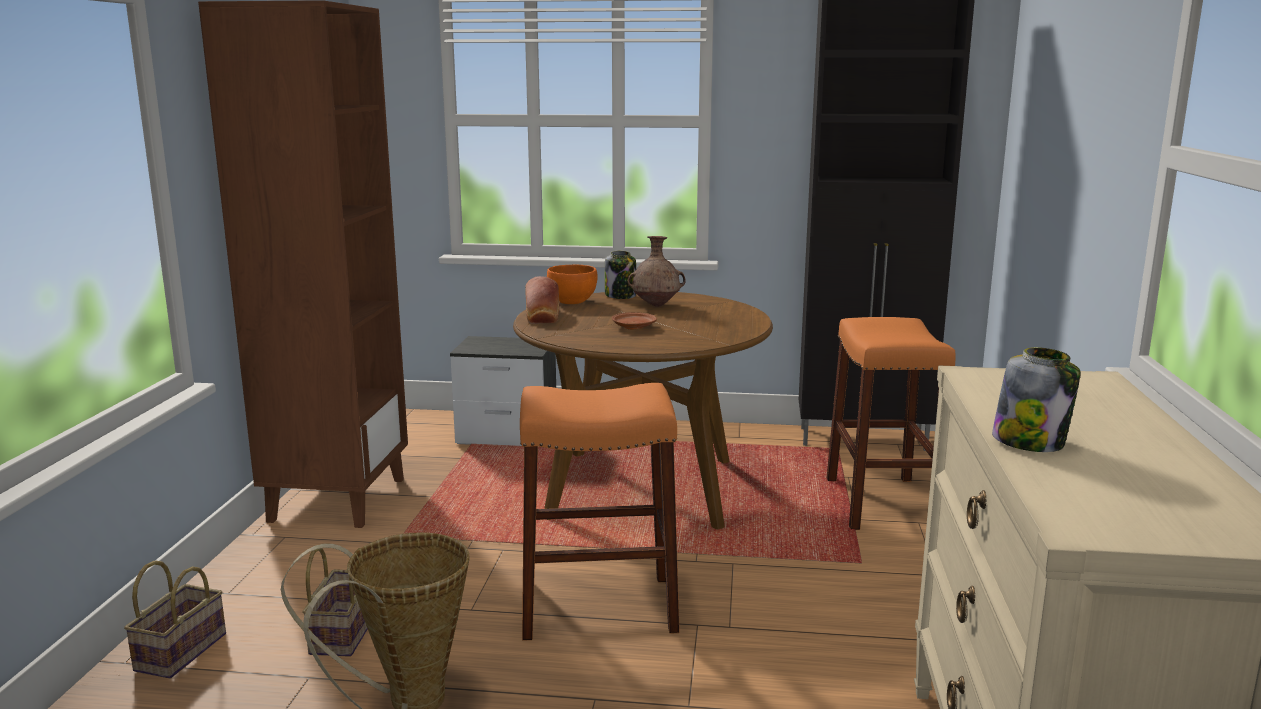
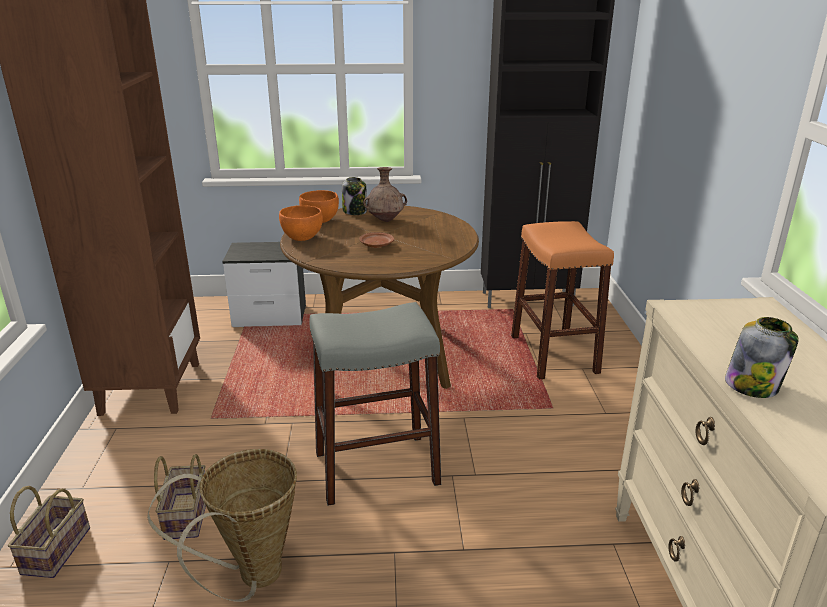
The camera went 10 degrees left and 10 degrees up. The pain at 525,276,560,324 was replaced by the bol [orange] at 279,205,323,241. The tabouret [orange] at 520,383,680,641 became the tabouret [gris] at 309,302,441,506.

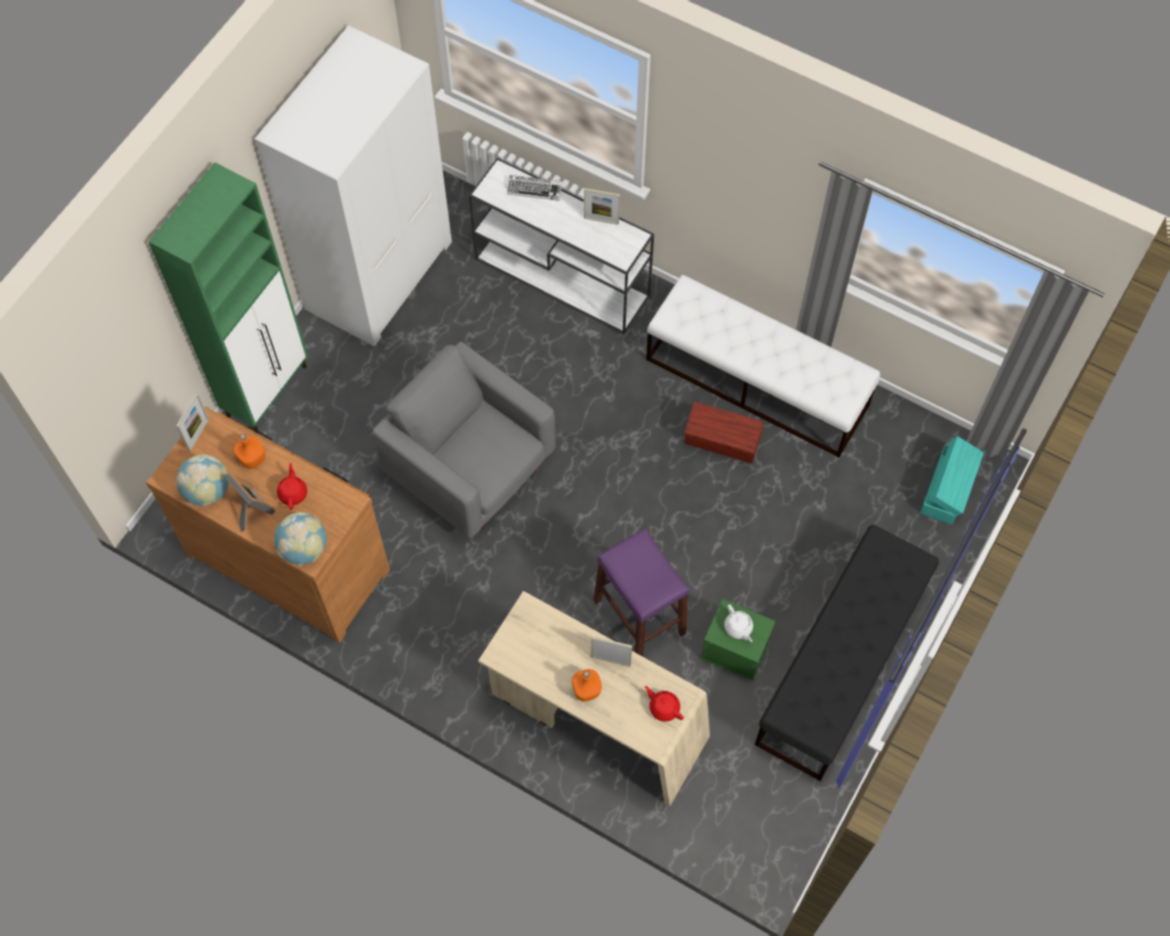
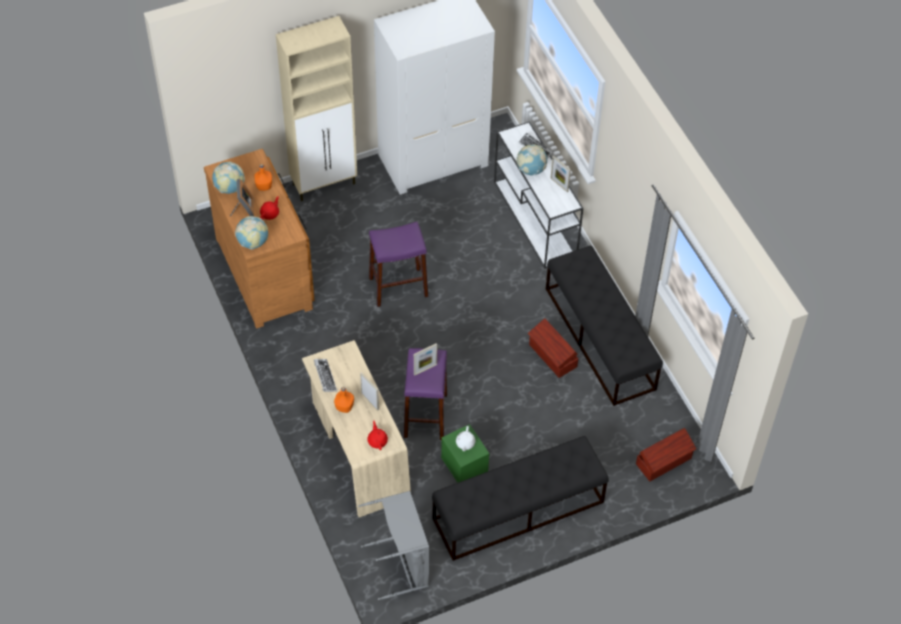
The camera went 35 degrees right and 10 degrees down. The meuble de rangement [vert] at 148,162,308,433 became the meuble de rangement [beige] at 276,16,357,201. The banc [blanc] at 646,275,880,458 became the banc [noir] at 546,245,663,406. The fauteuil [gris] at 373,342,556,538 was replaced by the tabouret [violet] at 369,222,428,307. The cadre photo moved from 176,393,209,451 to 414,343,437,376. The boîte de rangement [turquoise] at 920,436,984,525 became the boîte de rangement [marron] at 636,428,696,481. The globe at 516,144,547,175 appeared. The clavier at 314,359,337,392 appeared. The panier à linge [gris] at 358,491,429,600 appeared.

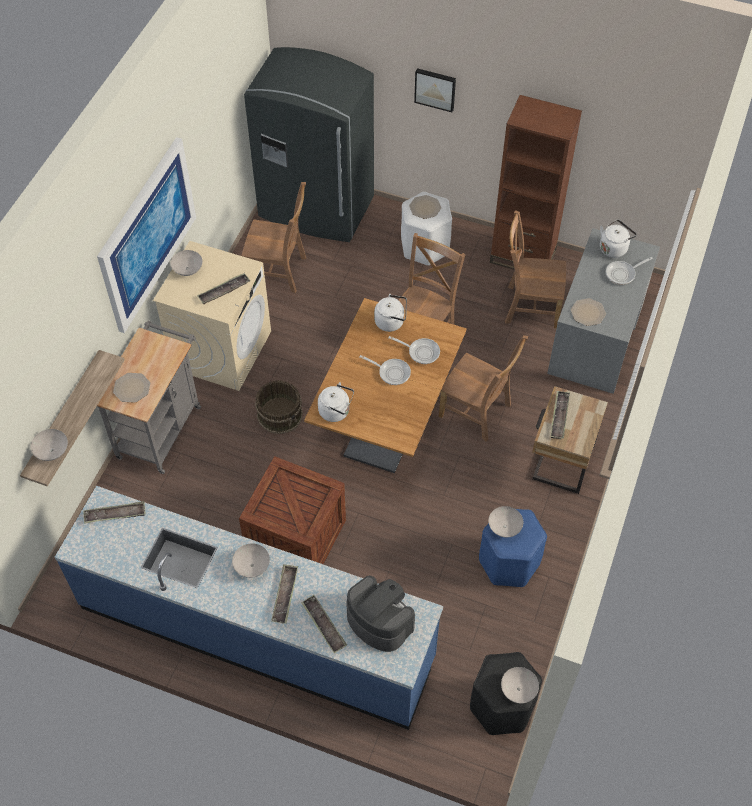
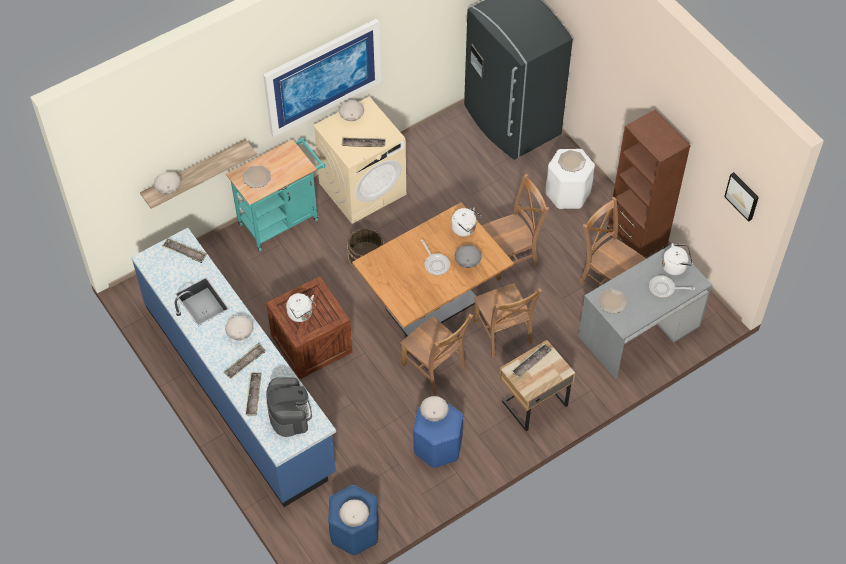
The camera went 35 degrees right and 0 degrees up. The tableau moved from 414,68,456,112 to 724,172,759,221. The chaise [marron] moved from 241,182,306,293 to 400,314,473,395. The chariot [gris] at 97,321,201,474 became the chariot [turquoise] at 226,138,325,251. The poêle at 388,336,440,364 was replaced by the bol [gris] at 455,245,482,268. The bouilloire [blanc] moved from 318,382,354,422 to 286,293,316,322. The tabouret [noir] at 470,652,542,735 became the tabouret [bleu] at 328,485,379,556.

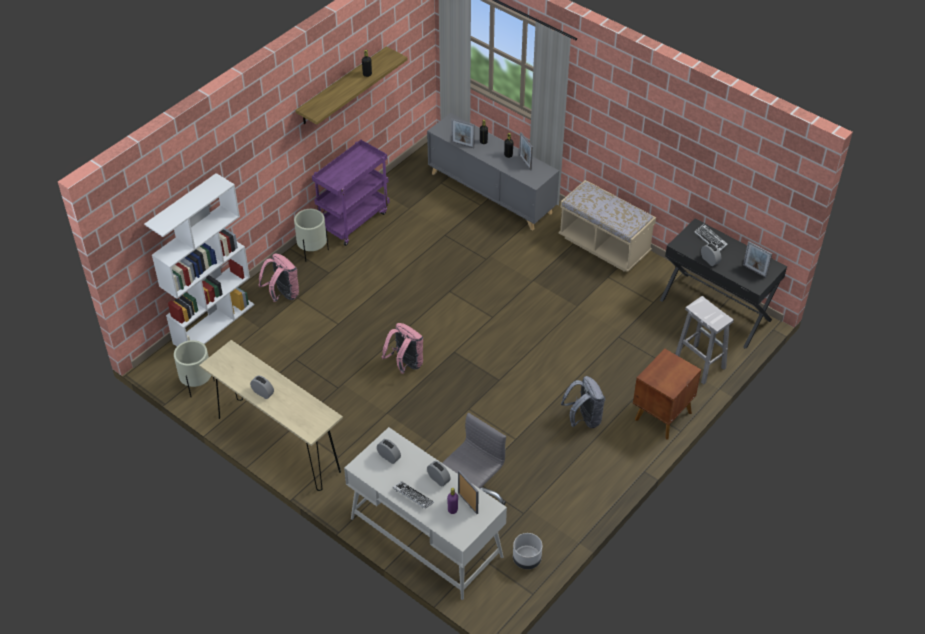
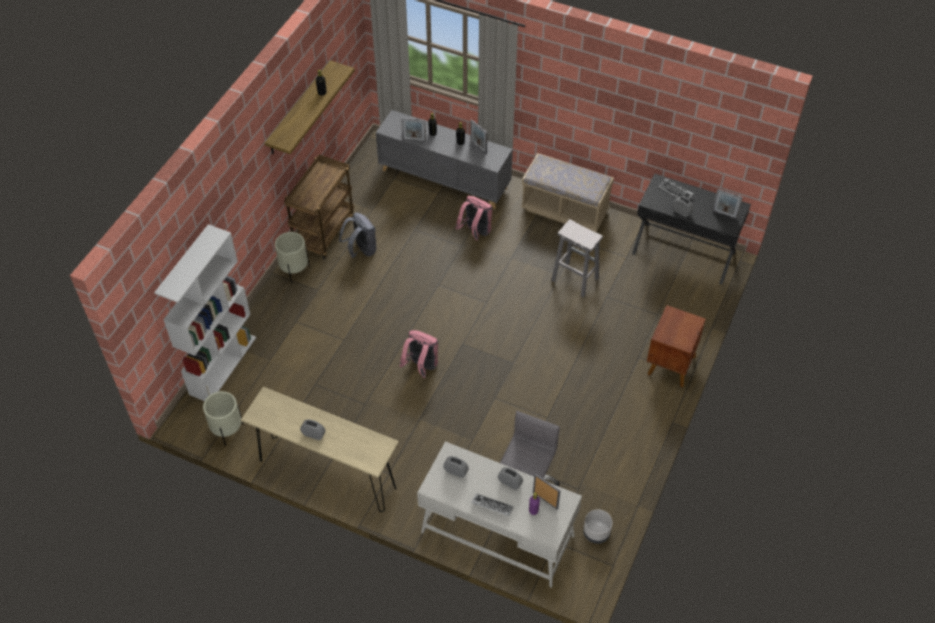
The camera went 15 degrees left and 5 degrees up. The chariot [violet] at 312,140,390,246 became the chariot [marron] at 284,154,354,260. The sac à dos [rose] moved from 258,253,299,302 to 455,196,492,240. The tabouret [blanc] moved from 675,296,734,385 to 551,219,603,298. The sac à dos [gris] moved from 561,376,605,428 to 339,212,377,258.

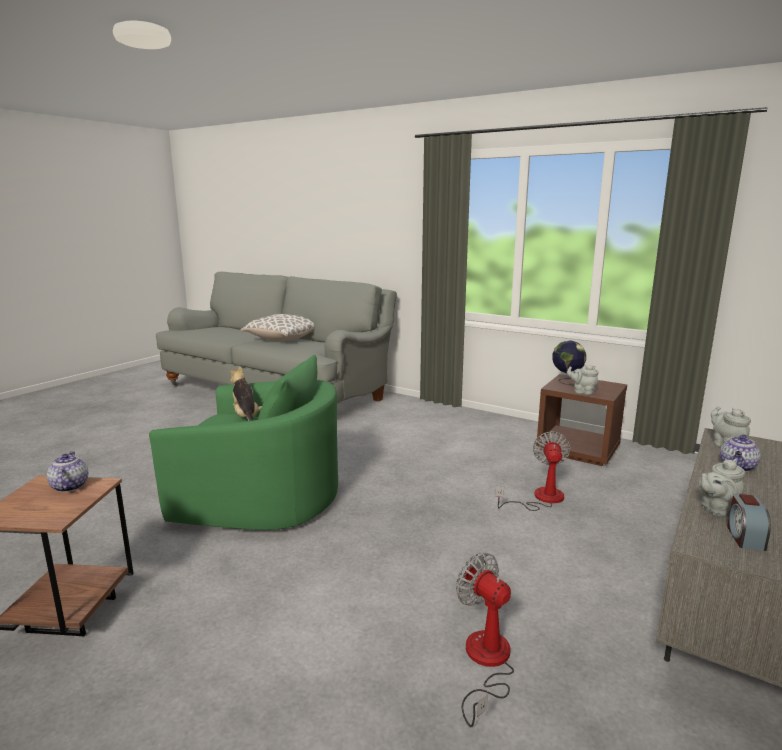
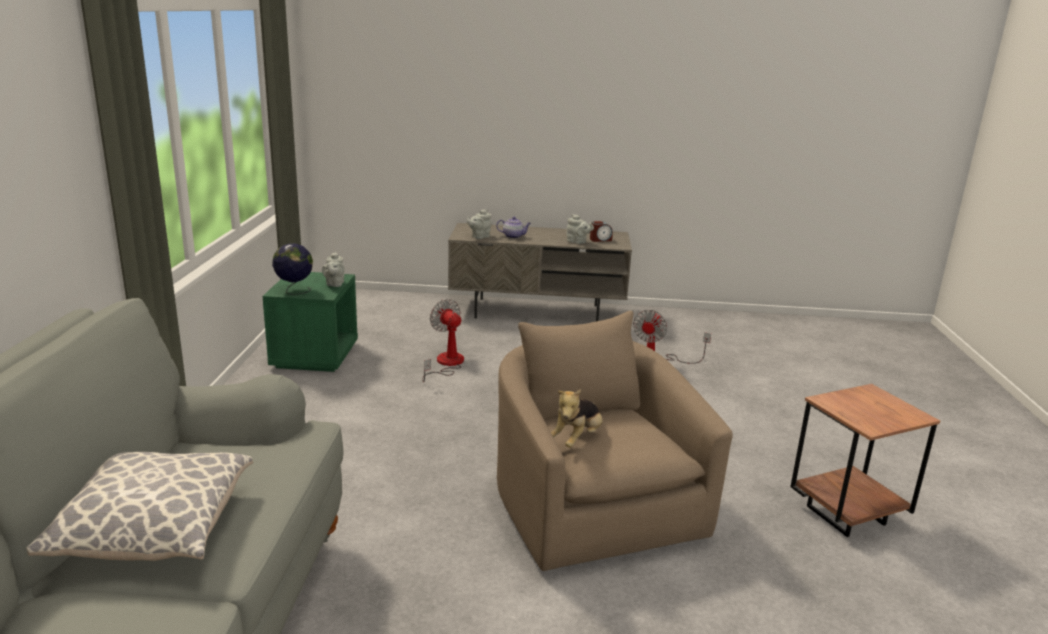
The camera went 120 degrees left and 5 degrees up. The fauteuil [vert] at 149,355,338,530 became the fauteuil [beige] at 497,311,733,571. The table de chevet [marron] at 536,374,627,466 became the table de chevet [vert] at 263,272,358,372. The ventilateur at 495,431,571,511 turned 75 degrees clockwise. The théière at 47,451,88,492 disappeared.

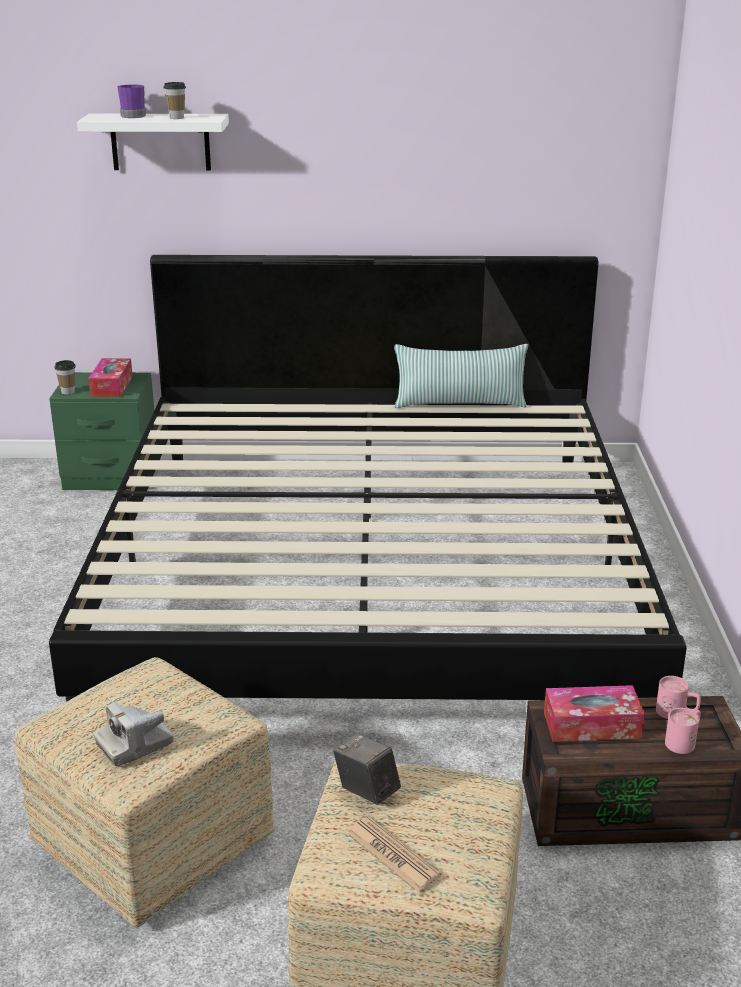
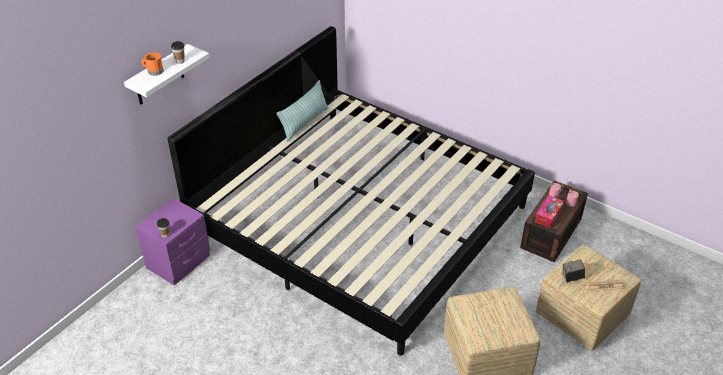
The camera went 55 degrees left and 15 degrees up. The mug [violet] at 117,84,146,118 became the mug [orange] at 141,52,163,76. The boîte à mouchoirs at 88,358,133,397 disappeared. The table de chevet [vert] at 49,372,154,490 became the table de chevet [violet] at 135,198,210,286. The appareil photo at 94,702,174,766 disappeared.

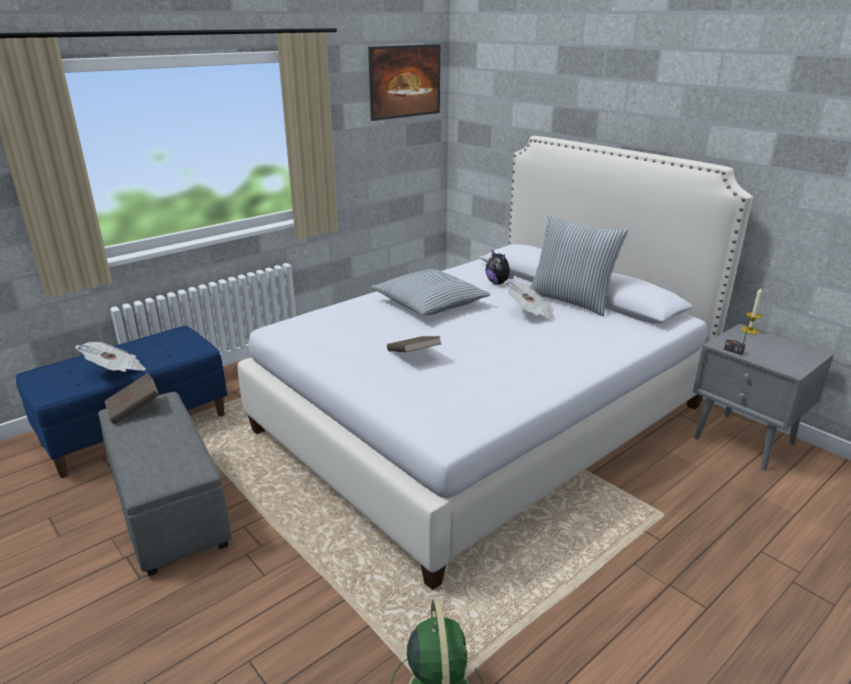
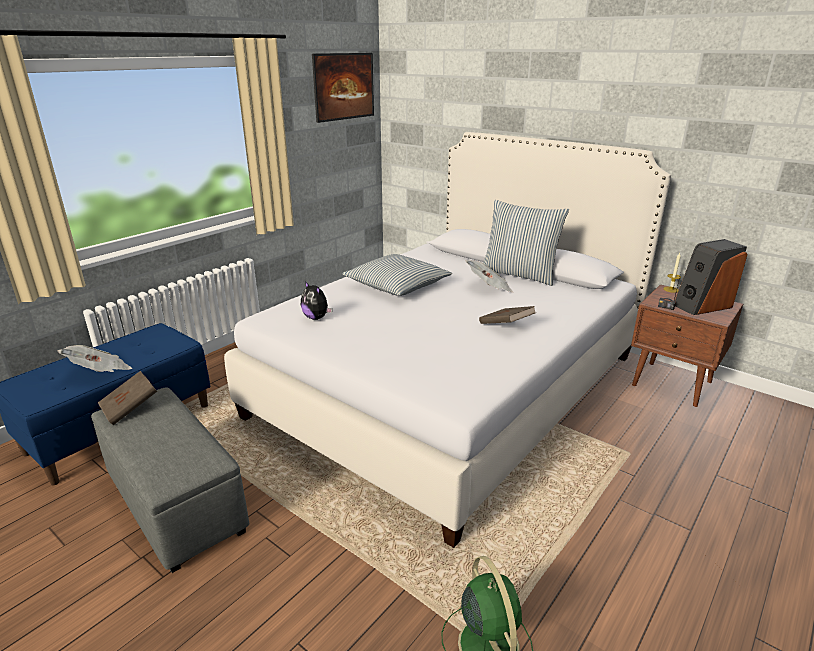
The camera went 10 degrees left and 0 degrees up. The peluche moved from 486,250,514,284 to 301,281,332,320. The table de chevet [gris] at 693,323,834,471 became the table de chevet [marron] at 631,284,743,407. The livre [marron] moved from 387,336,441,352 to 479,306,535,324. The enceinte at 675,239,748,315 appeared.

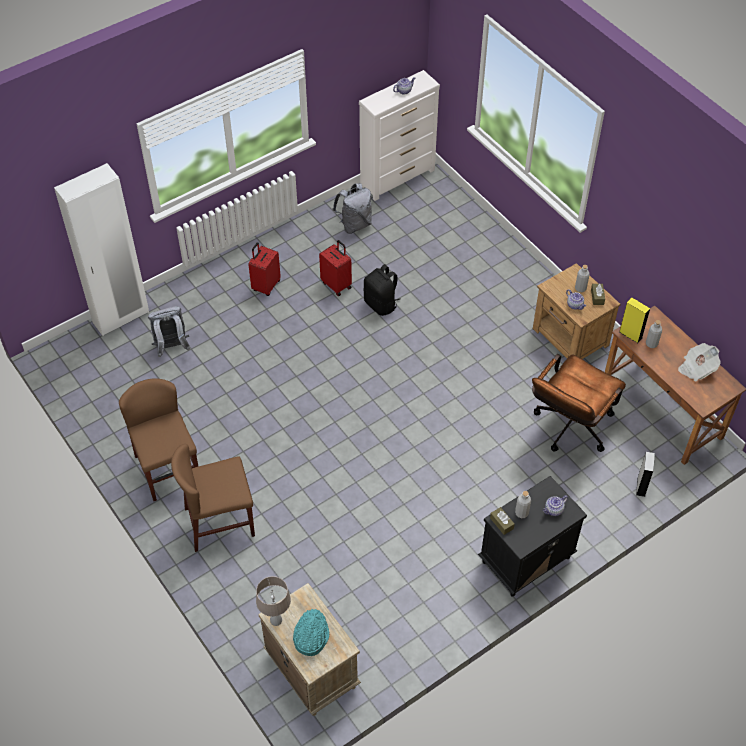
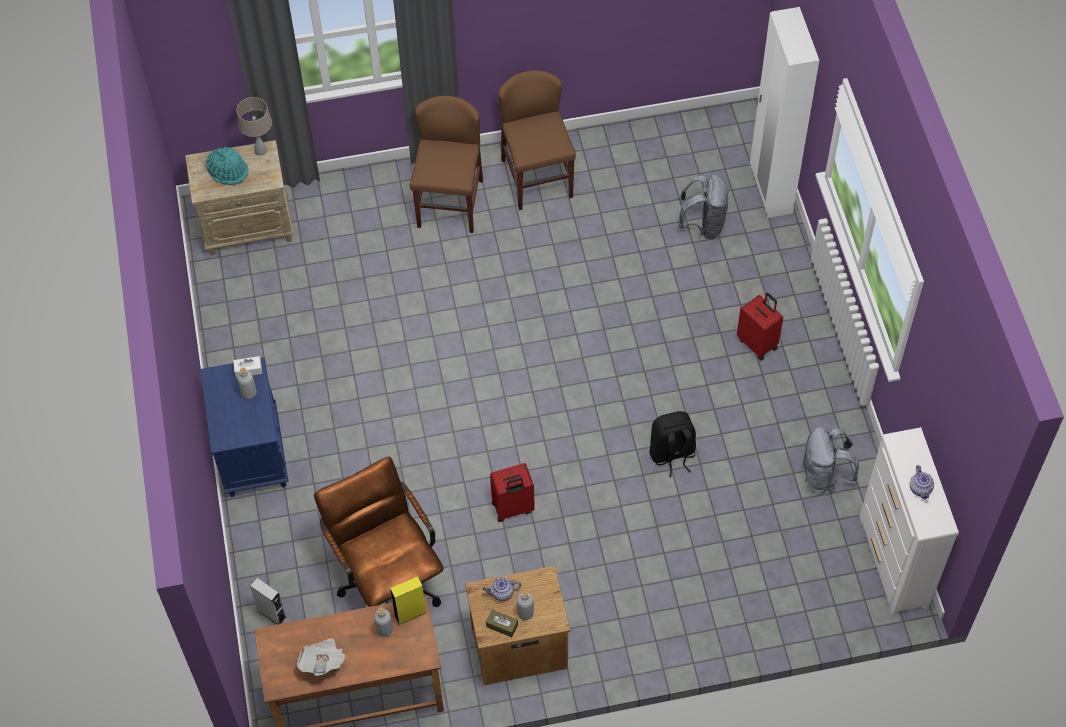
The camera went 115 degrees right and 5 degrees up. The valise [rouge] moved from 319,240,352,296 to 490,463,535,522. The chaise [marron] at 119,378,198,501 turned 105 degrees counterclockwise. The table de chevet [noir] at 478,476,587,597 became the table de chevet [bleu] at 200,358,288,497. The théière at 543,495,568,516 disappeared. The boîte à mouchoirs [marron] at 490,507,515,535 became the boîte à mouchoirs [blanc] at 233,356,262,378.

